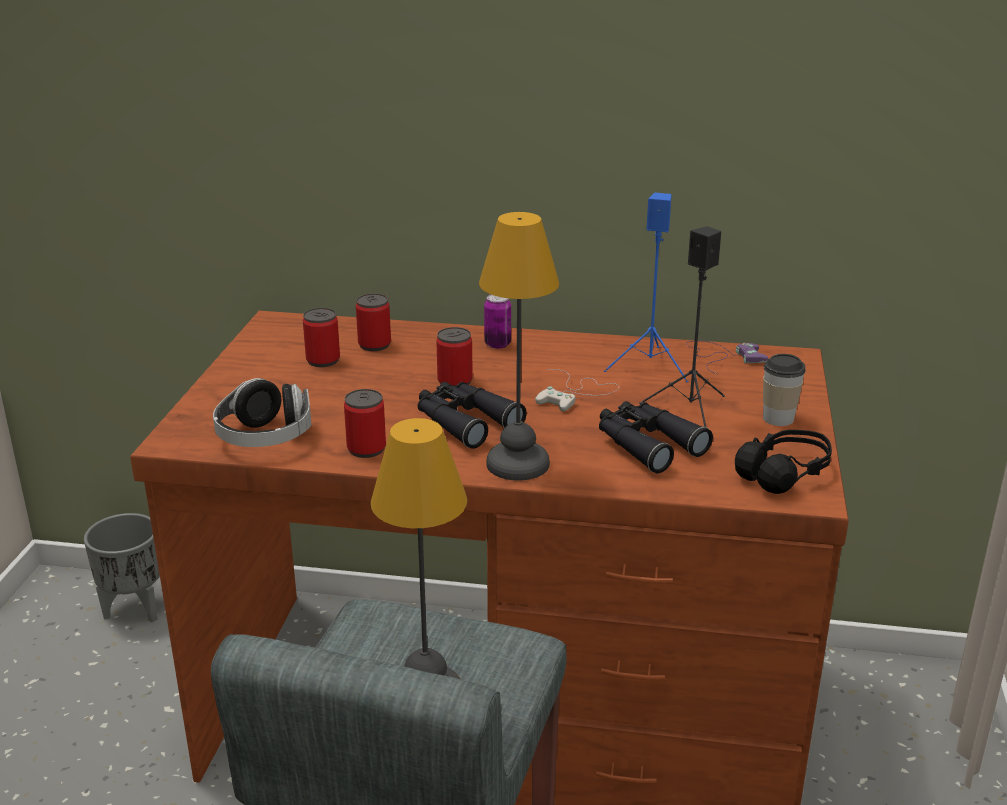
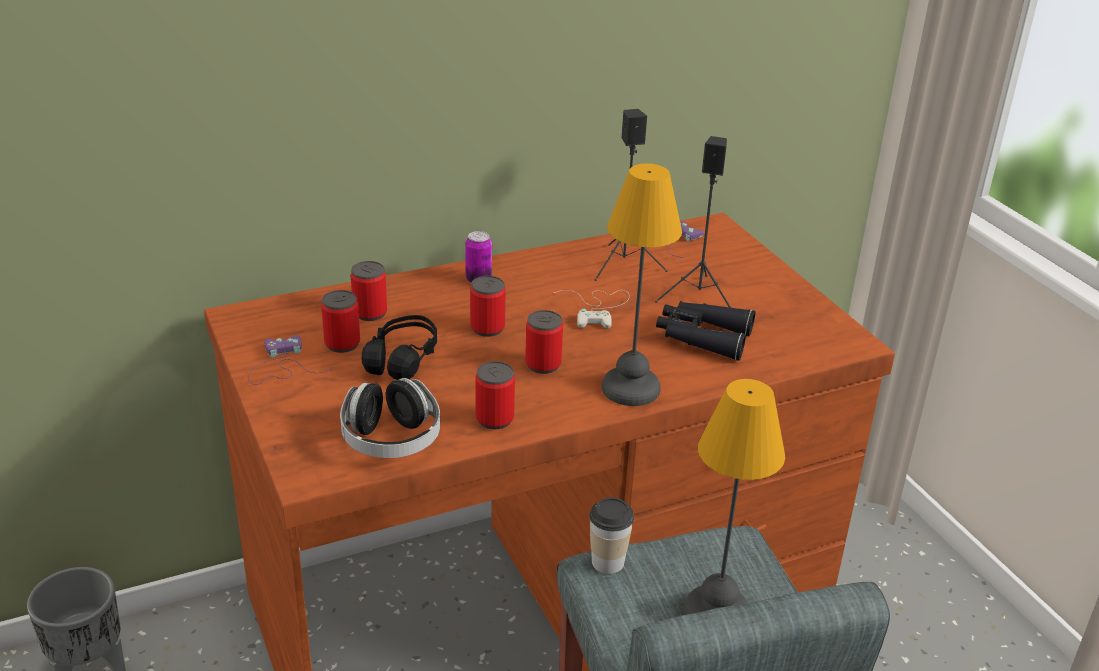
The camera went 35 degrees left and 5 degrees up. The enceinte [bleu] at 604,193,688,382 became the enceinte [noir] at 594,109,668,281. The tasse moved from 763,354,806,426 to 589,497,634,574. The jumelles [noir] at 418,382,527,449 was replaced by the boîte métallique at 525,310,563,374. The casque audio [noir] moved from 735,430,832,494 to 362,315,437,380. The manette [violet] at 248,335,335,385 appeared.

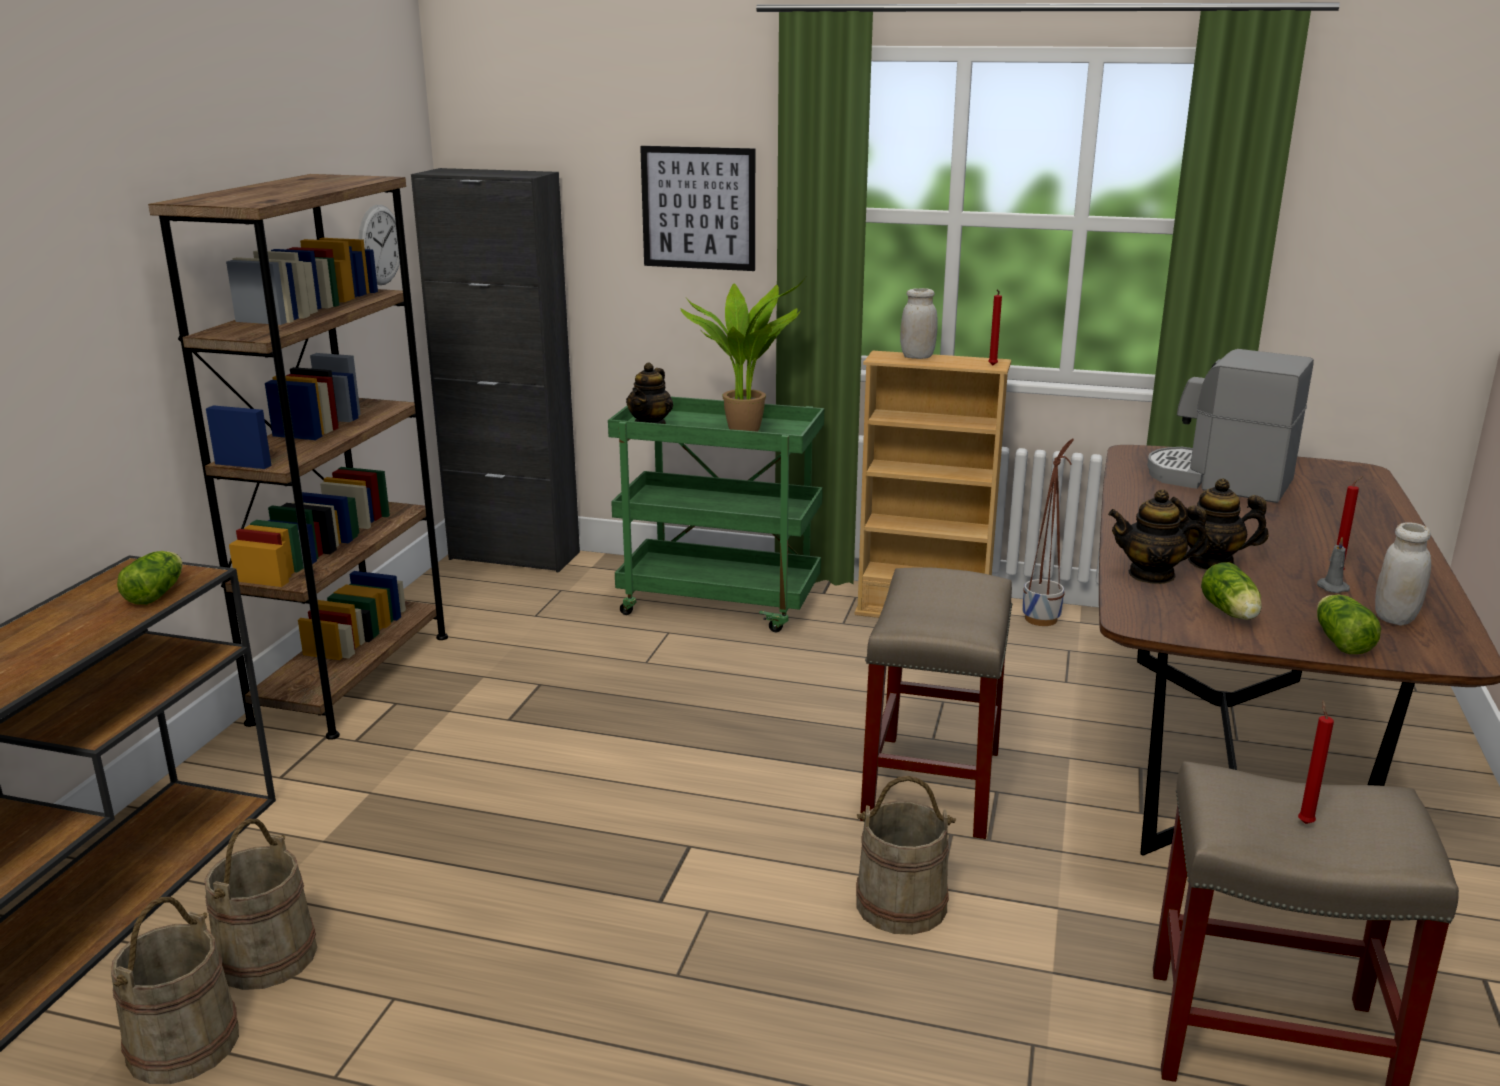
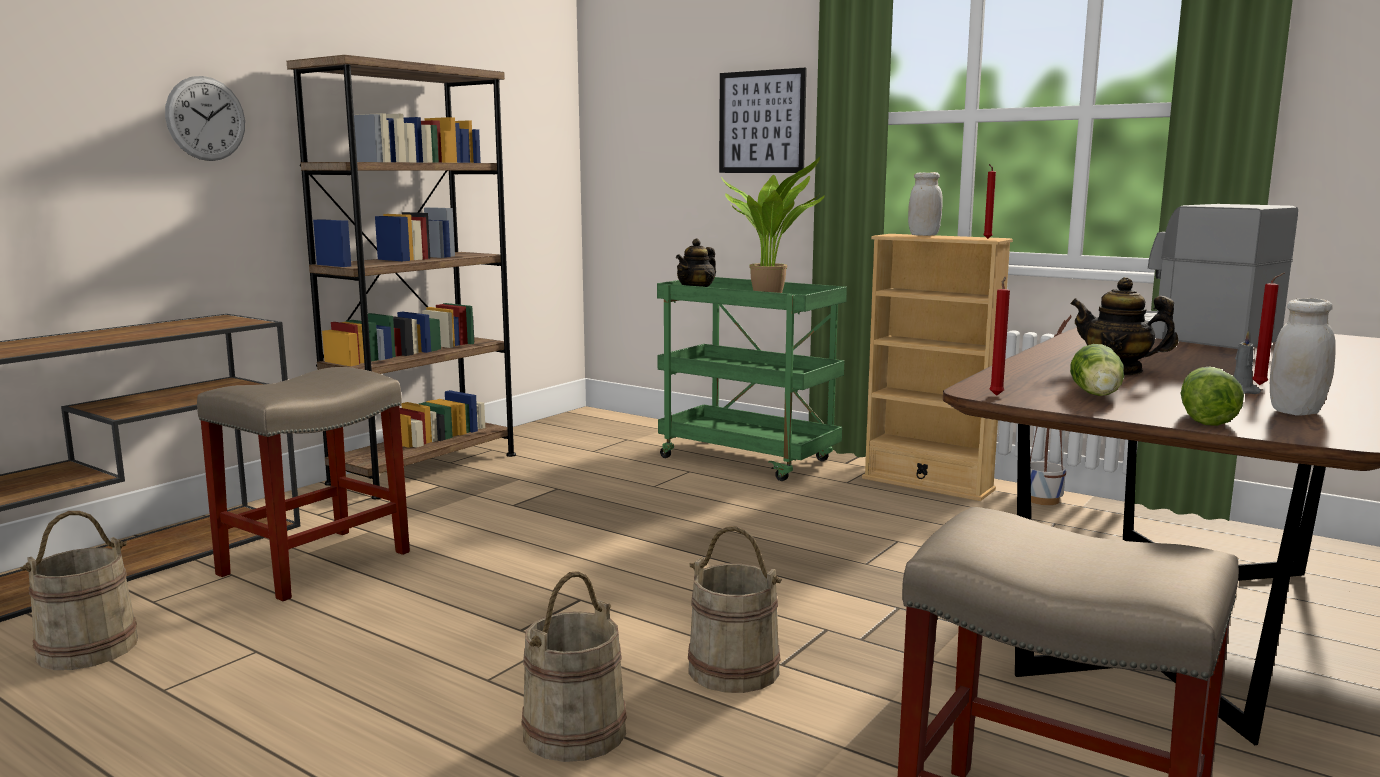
The camera went 20 degrees right and 10 degrees down. The meuble de rangement [noir] at 411,168,580,572 disappeared. The horloge murale moved from 358,205,400,285 to 165,76,245,161. The théière at 1108,489,1209,584 disappeared. The laitue at 117,551,183,605 disappeared. The tabouret [beige] moved from 860,567,1012,839 to 197,367,410,601. The bougie [rouge] moved from 1298,700,1334,824 to 989,277,1010,396. The seau [beige] moved from 204,819,317,990 to 521,571,627,762.

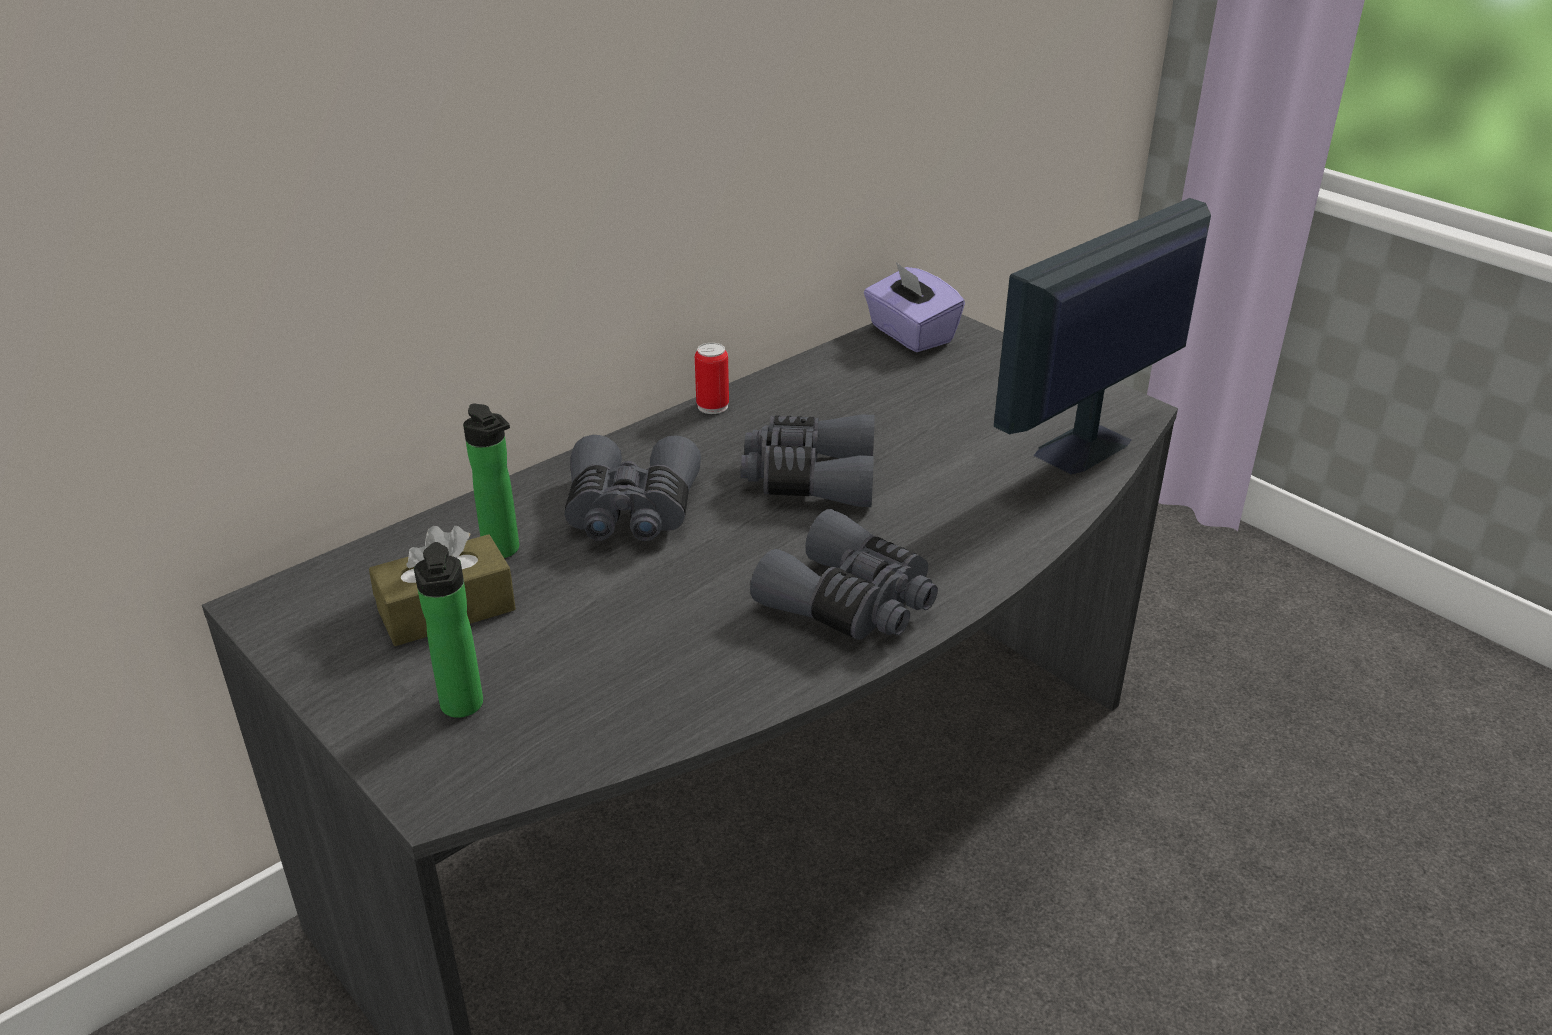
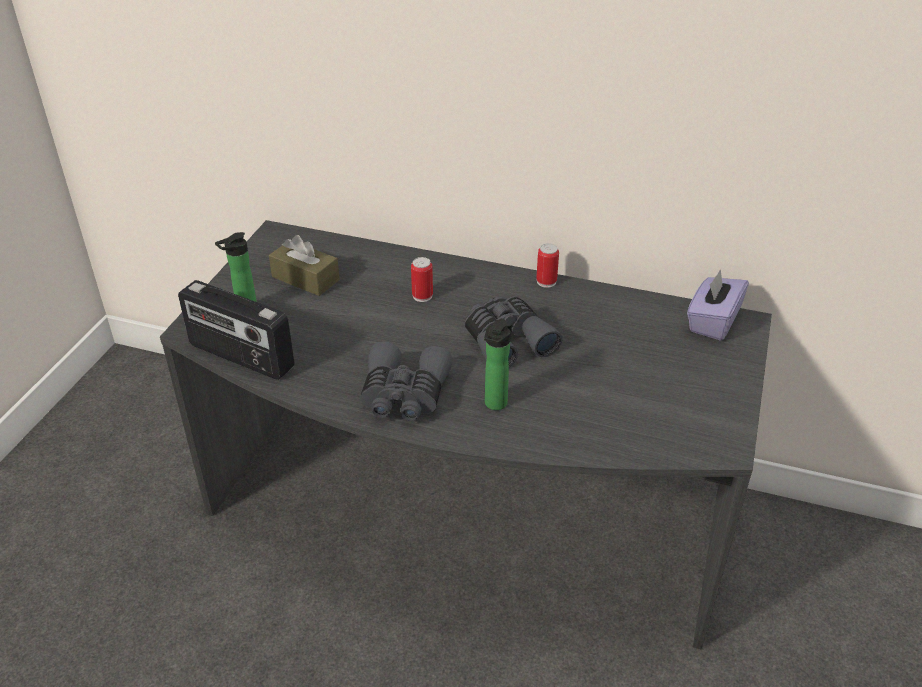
The camera went 60 degrees right and 5 degrees up. The écran d'ordinateur at 994,198,1211,475 disappeared. The bouteille moved from 463,404,519,558 to 484,318,511,410. The jumelles [gris] at 565,435,701,541 was replaced by the boîte métallique at 411,257,433,302. The radio at 178,280,294,380 appeared.

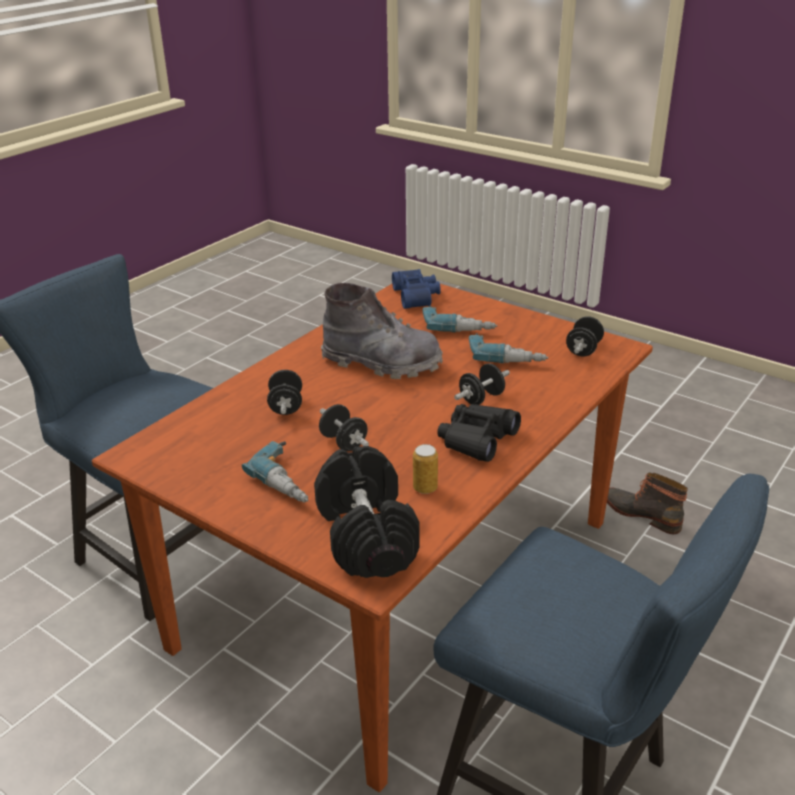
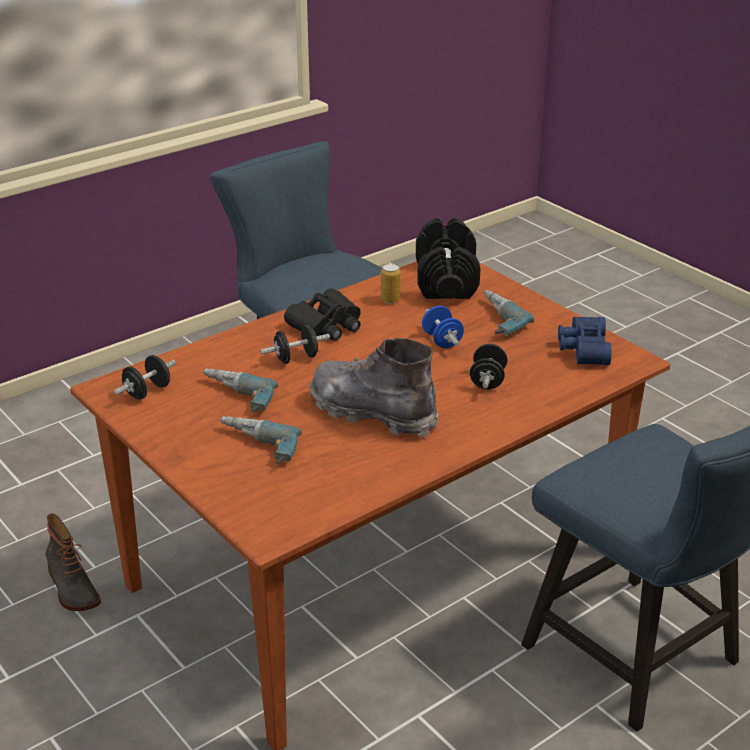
The camera went 165 degrees left and 0 degrees up. The jumelles [bleu] moved from 392,269,441,309 to 558,316,612,365. The haltère [noir] at 319,404,369,451 became the haltère [bleu] at 422,306,464,348.

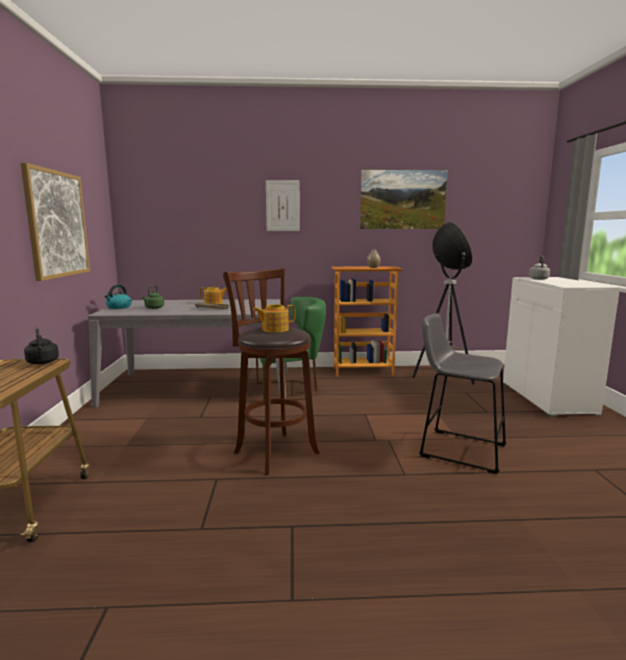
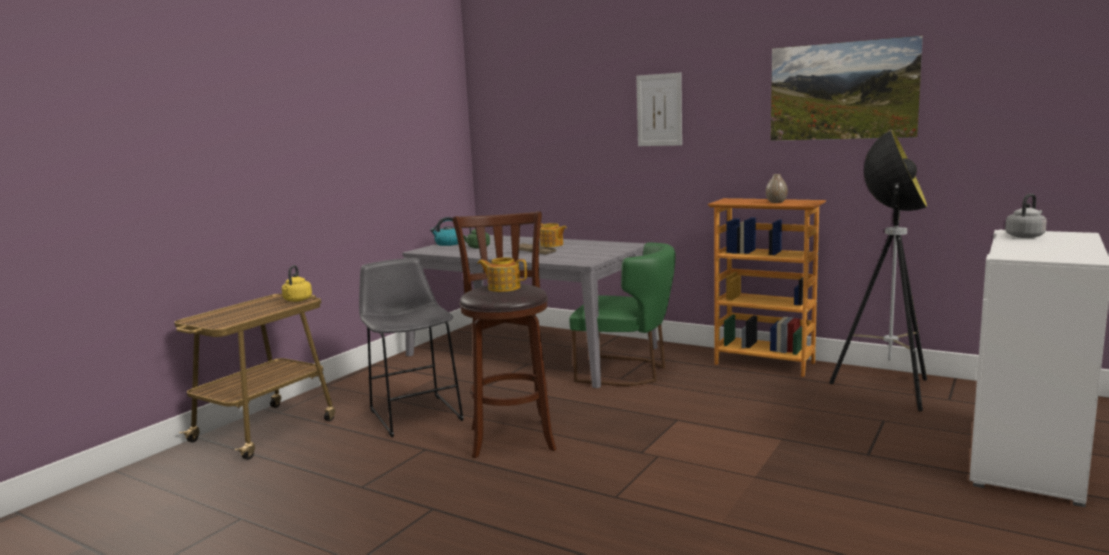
The camera went 35 degrees right and 0 degrees up. The tableau at 21,163,90,281 disappeared. The tabouret [gris] moved from 419,313,507,474 to 359,258,464,437. The bouilloire [noir] at 24,327,59,364 became the bouilloire [jaune] at 282,265,312,302.

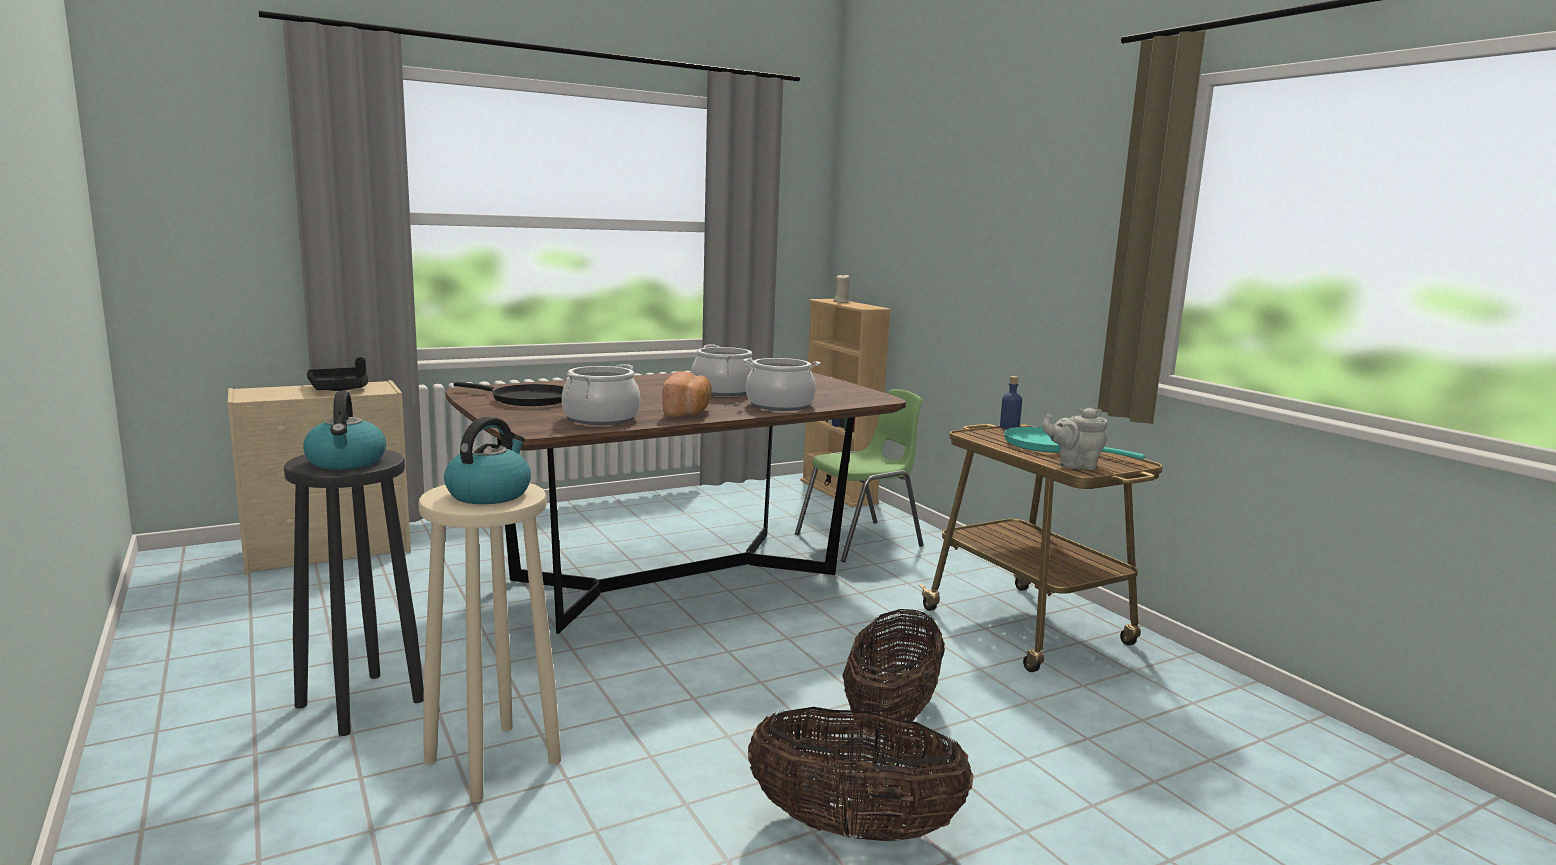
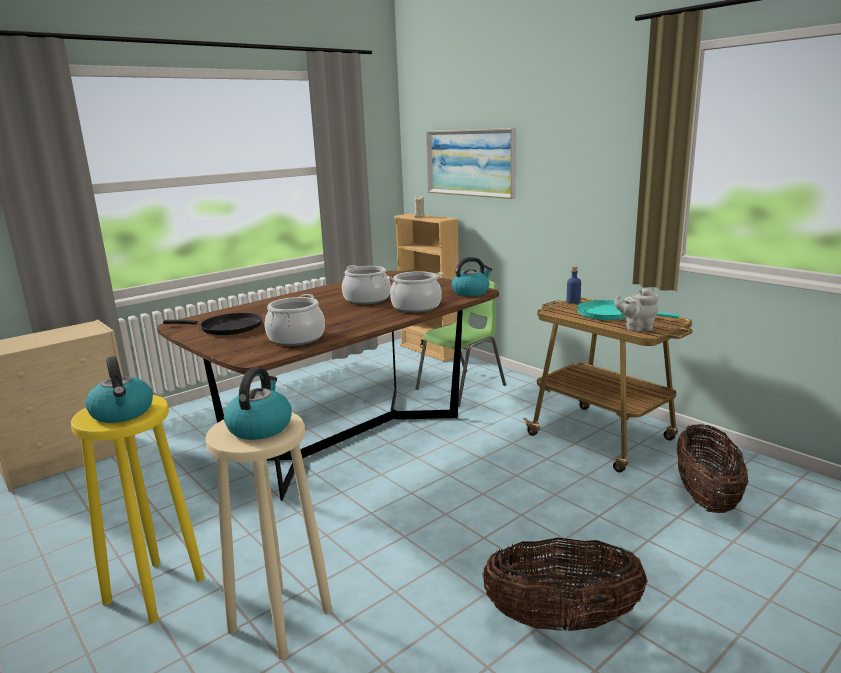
The camera went 10 degrees left and 5 degrees up. The plateau [noir] at 307,357,368,391 disappeared. The pain at 662,371,711,417 disappeared. The tabouret [noir] at 284,449,424,736 became the tabouret [jaune] at 71,395,205,623. The panier moved from 842,609,945,734 to 677,424,748,513. The tableau at 426,128,516,199 appeared. The bouilloire at 451,257,492,296 appeared.

